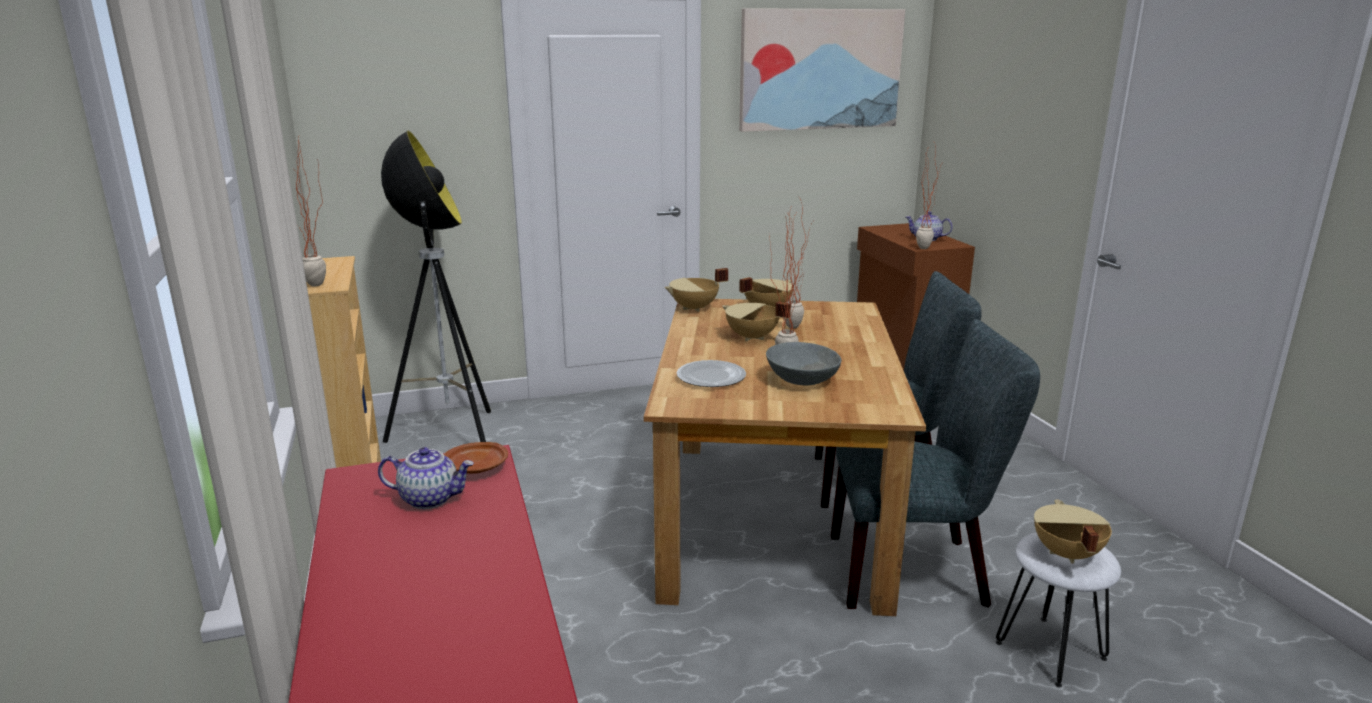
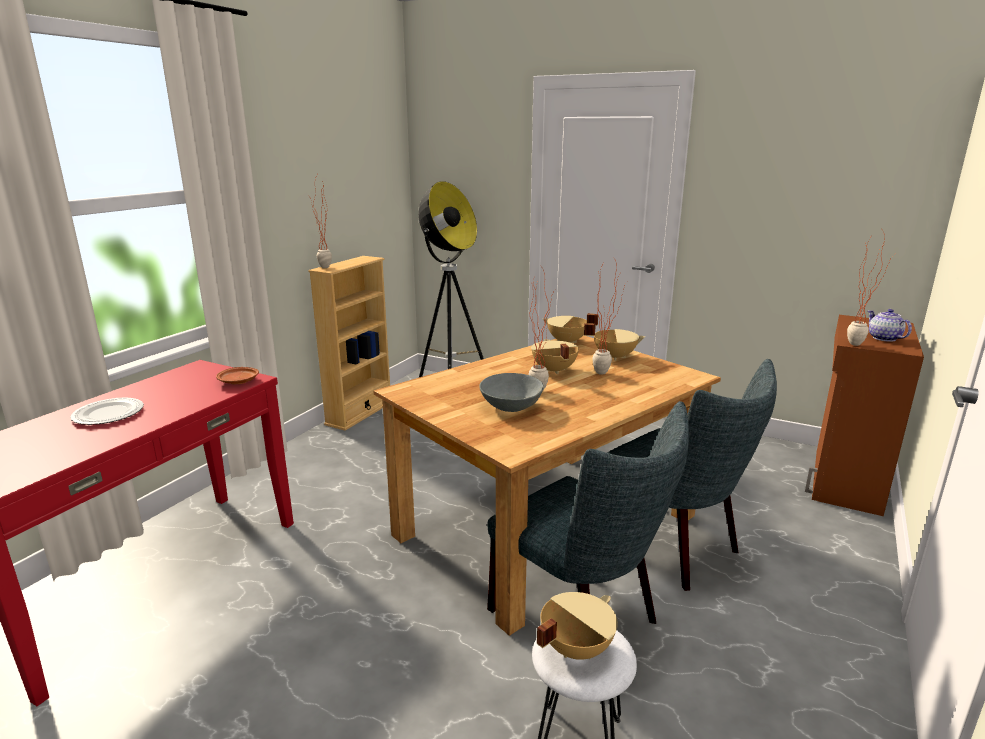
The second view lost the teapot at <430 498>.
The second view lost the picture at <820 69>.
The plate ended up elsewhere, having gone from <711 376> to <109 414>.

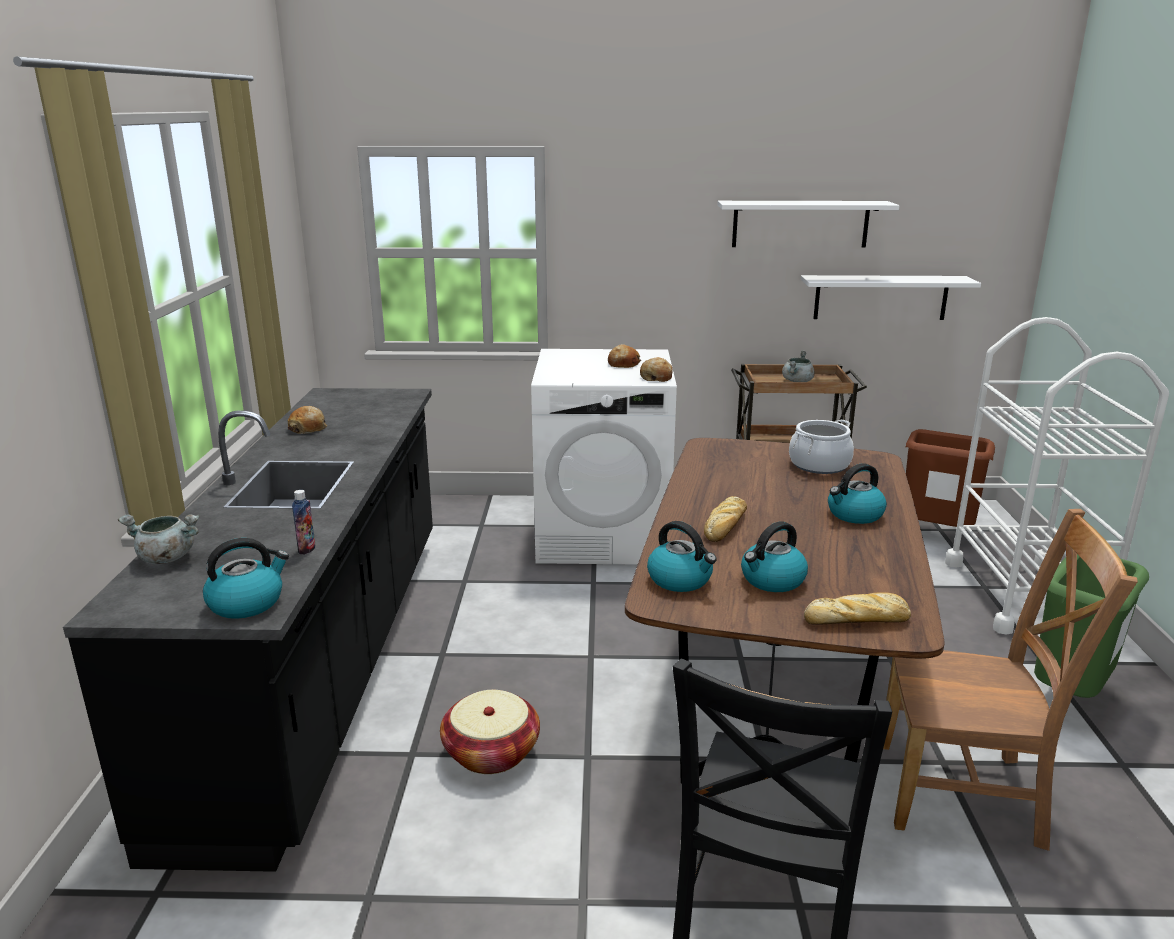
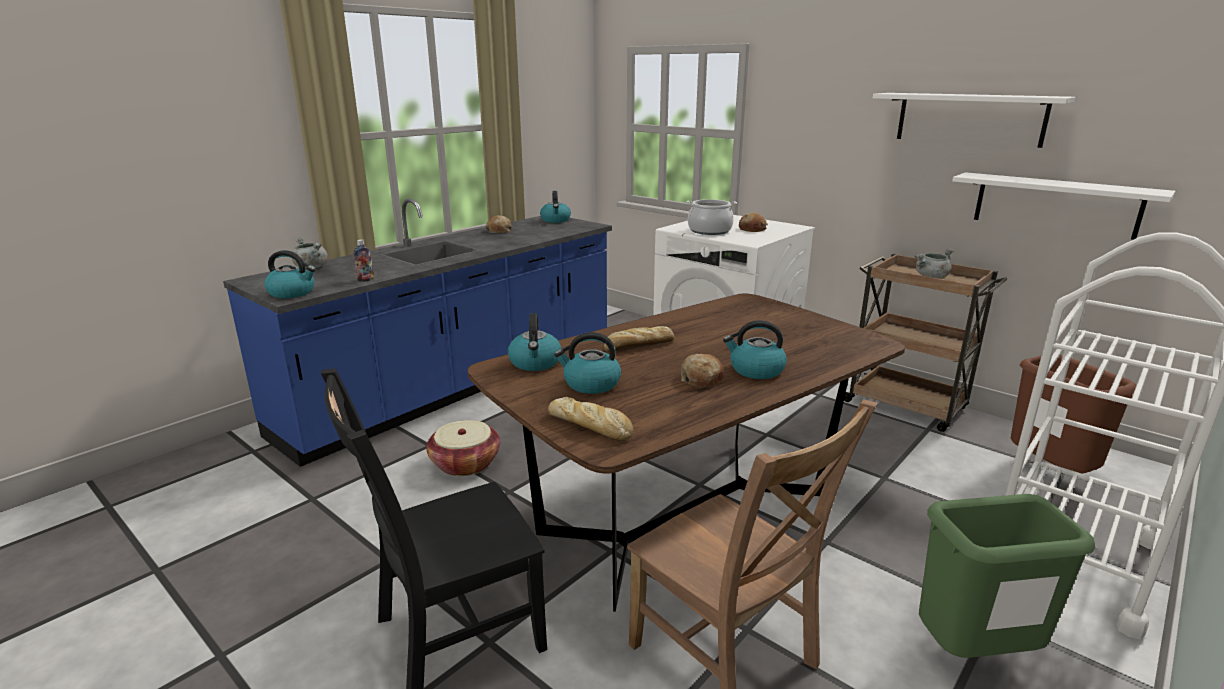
The second view gained the kettle at <556 220>.
The bread ended up elsewhere, having gone from <656 377> to <701 379>.
The cooking pot ended up elsewhere, having gone from <819 465> to <709 231>.
What was the counter (black) at <326 664> turned into the counter (blue) at <459 385>.

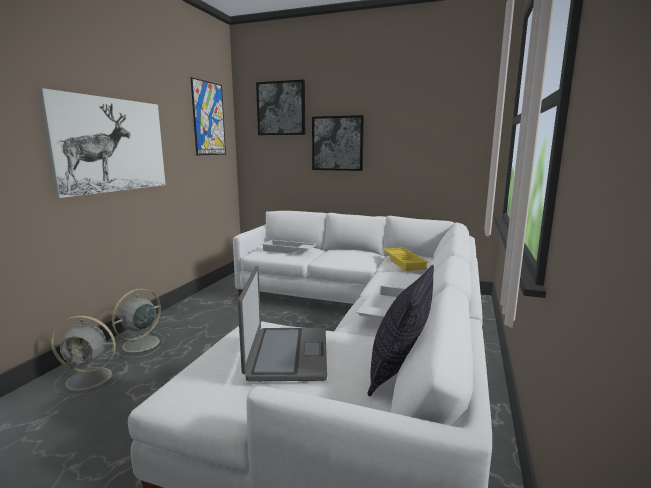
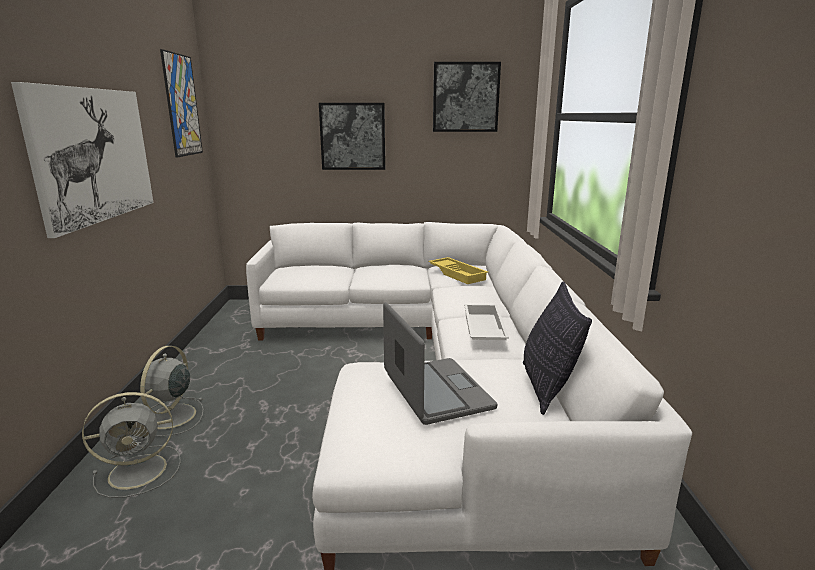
The second view lost the tray (white) at <288 250>.
The picture ended up elsewhere, having gone from <281 108> to <465 97>.

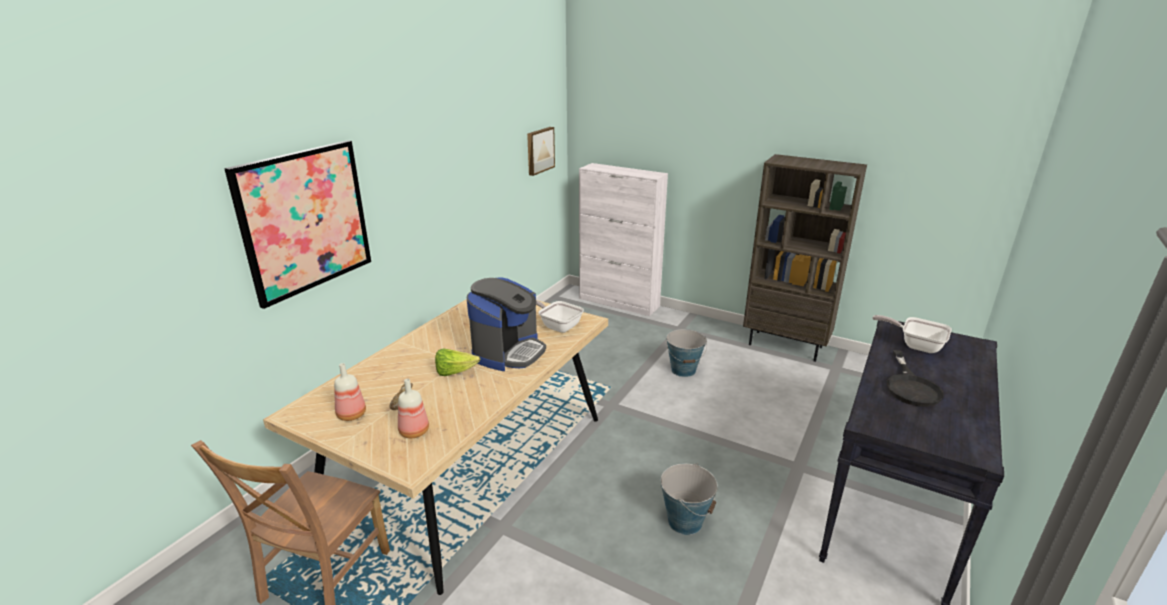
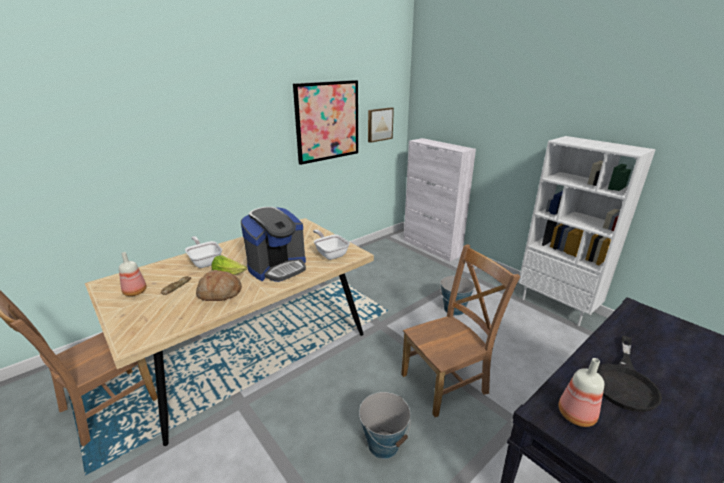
The second view gained the bread at <219 293>.
The second view gained the chair (brown) at <447 382>.
The picture ended up elsewhere, having gone from <305 220> to <327 121>.
The bottle ended up elsewhere, having gone from <413 432> to <575 415>.
The frying pan ended up elsewhere, having gone from <916 345> to <205 261>.
What was the bookcase (brown) at <786 345> turned into the bookcase (white) at <556 306>.

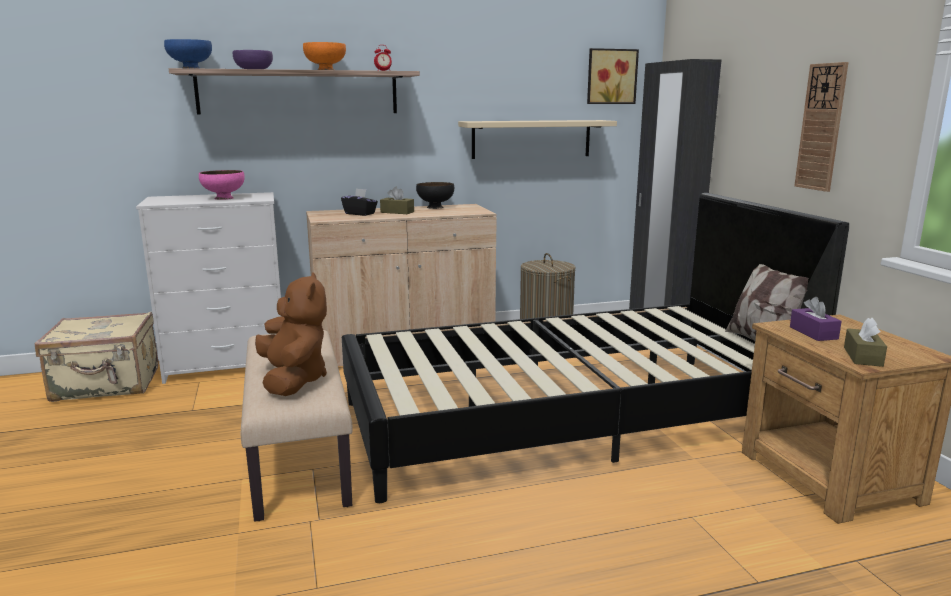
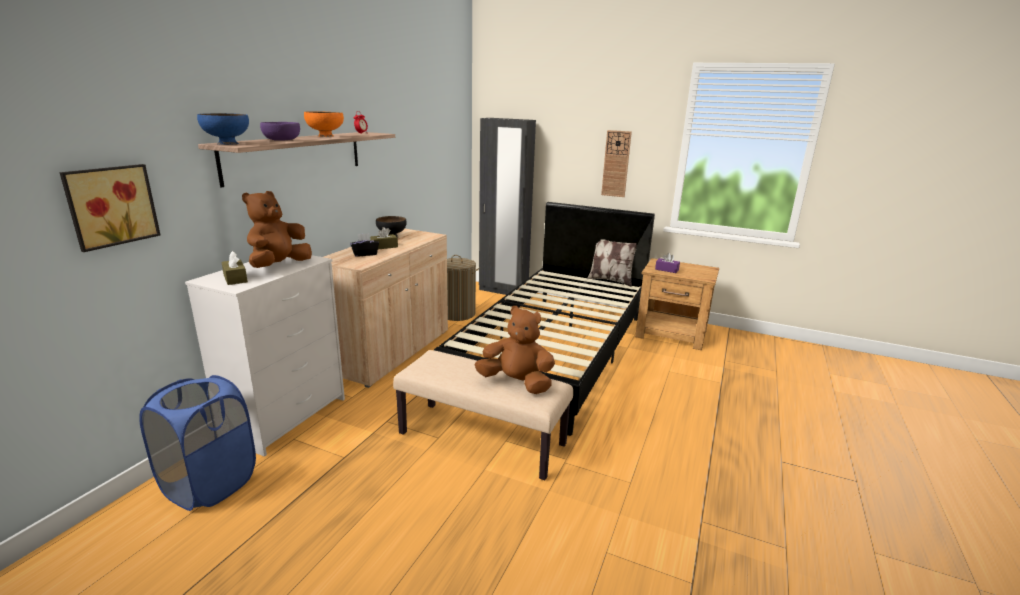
The second view lost the shelf (beige) at <531 139>.
The picture ended up elsewhere, having gone from <611 76> to <110 205>.
The tissue box (brown) ended up elsewhere, having gone from <863 356> to <235 278>.
Where the suitcase (beige) stood at <107 385>, the laundry basket (blue) came to stand at <210 484>.
Where the bowl (pink) stood at <224 198>, the plush toy (brown) came to stand at <279 266>.

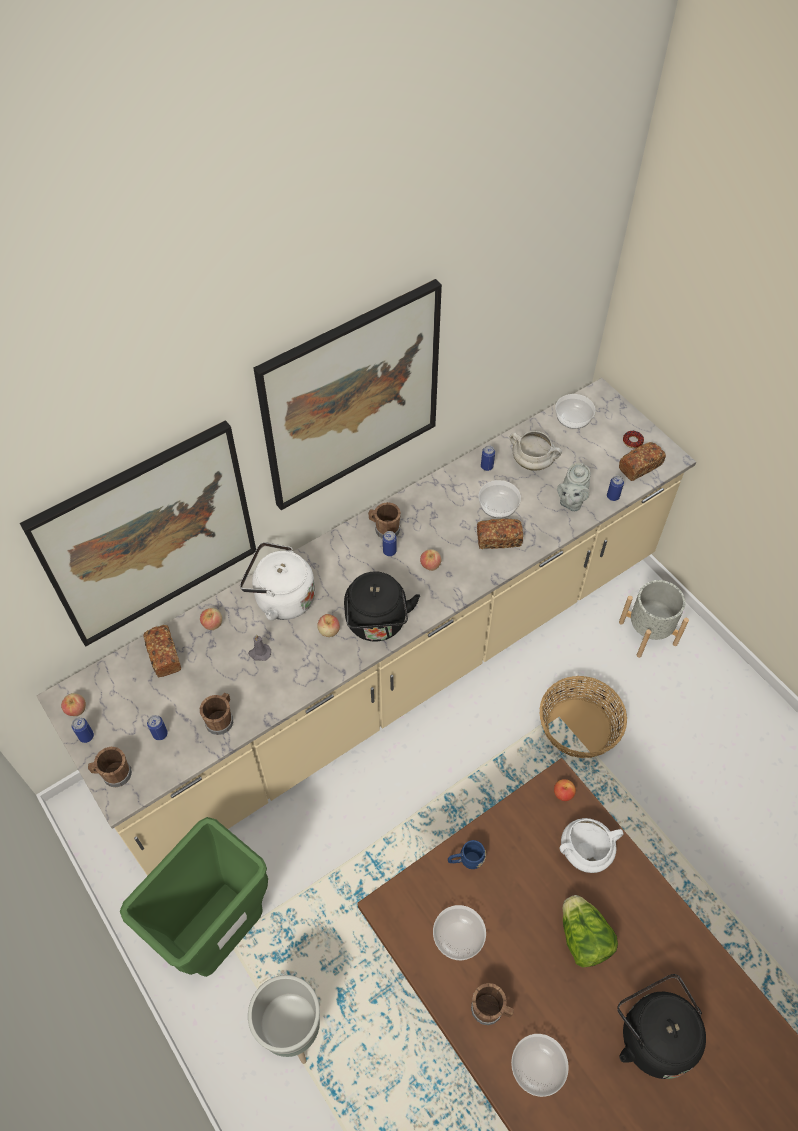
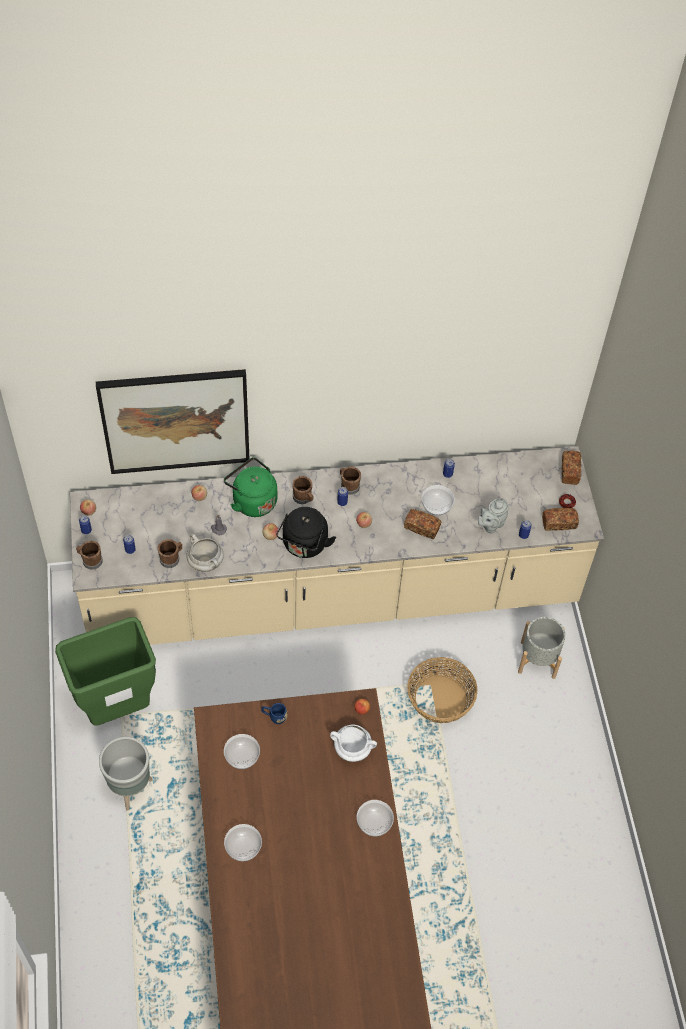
The second view lost the picture at <351 397>.
The second view lost the lettuce at <583 938>.
The second view lost the kettle (black) at <652 1034>.
The bread ended up elsewhere, having gone from <164 656> to <569 471>.
The mug (brown) ended up elsewhere, having gone from <490 1009> to <303 498>.
The cooking pot (white) ended up elsewhere, having gone from <533 462> to <206 562>.
The bowl ended up elsewhere, having gone from <573 419> to <375 823>.
What was the kettle (white) at <281 598> turned into the kettle (green) at <252 500>.

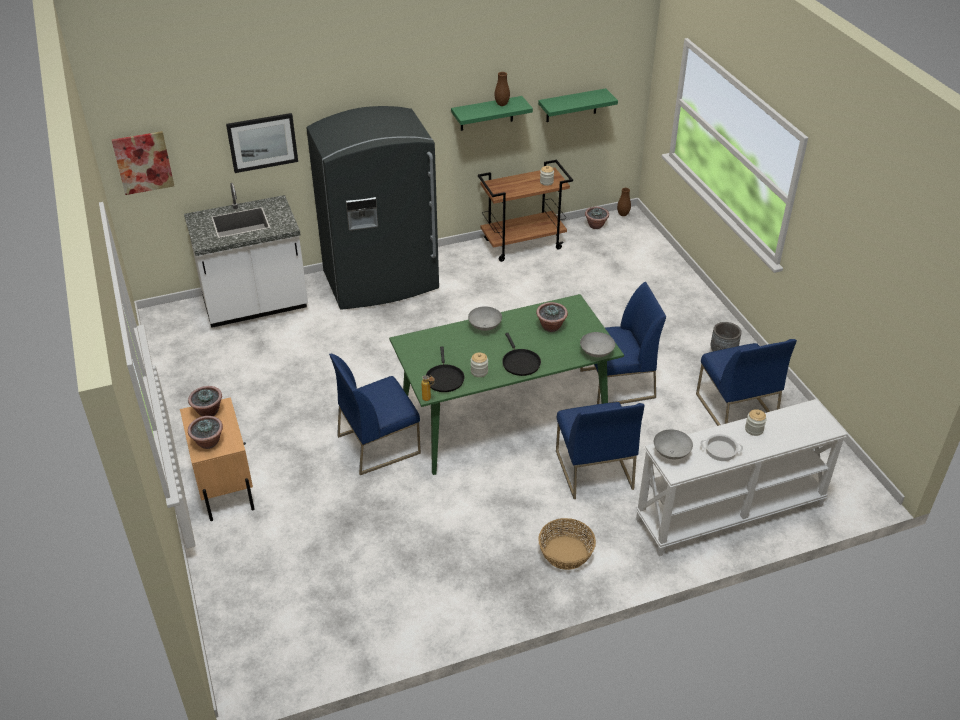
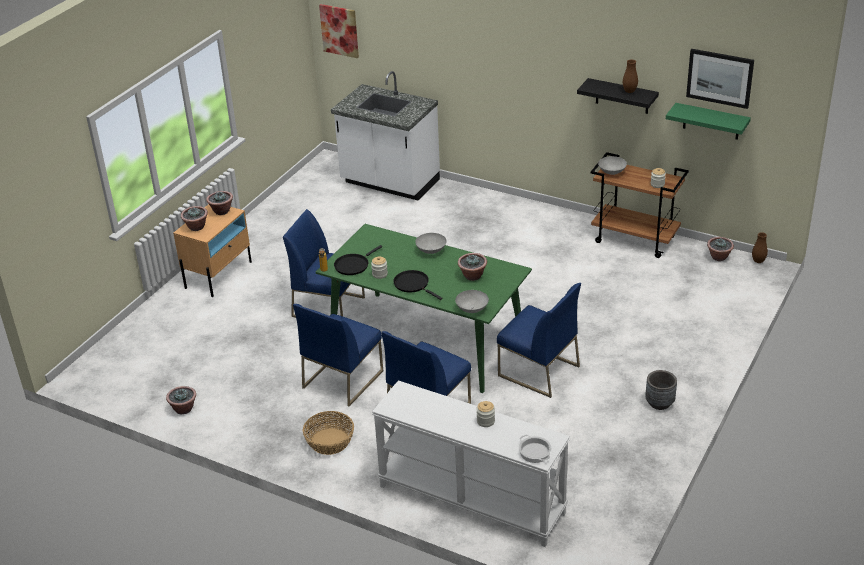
The second view lost the fridge (grey) at <381 282>.
The second view gained the potted plant at <183 409>.
The picture ended up elsewhere, having gone from <262 142> to <720 78>.
The bowl (grey) ended up elsewhere, having gone from <671 452> to <612 172>.
The chair (blue) ended up elsewhere, having gone from <735 408> to <342 379>.
The cooking pot ended up elsewhere, having gone from <721 450> to <535 452>.
What was the shelf (green) at <486 113> turned into the shelf (black) at <622 96>.
The frying pan (black) at <520 362> ended up facing another way, 105 degrees clockwise from before.

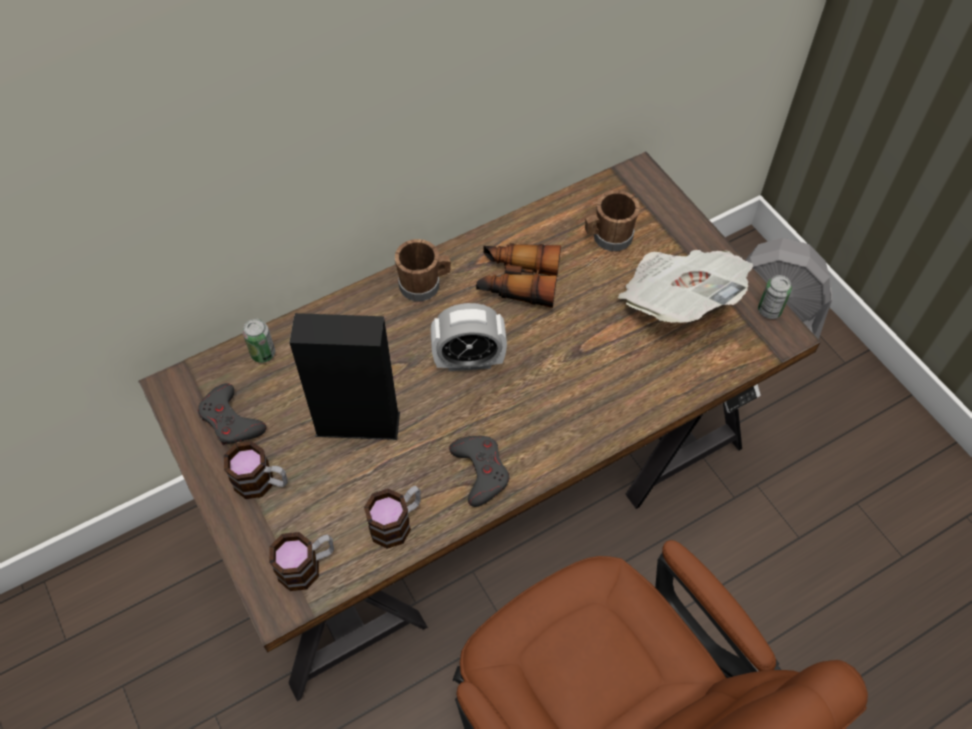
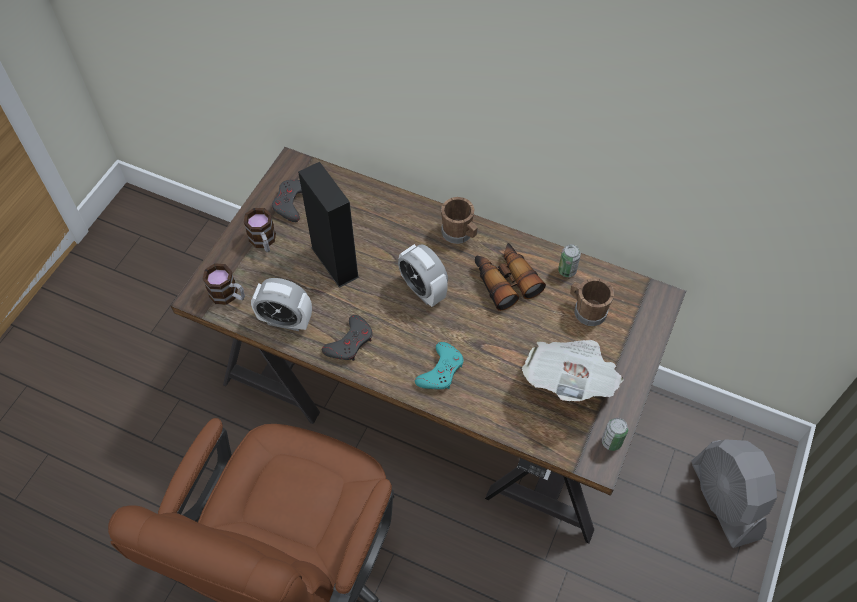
The second view gained the game controller (turquoise) at <441 370>.
The can ended up elsewhere, having gone from <263 353> to <567 270>.
Where the mug stood at <397 522>, the alarm clock came to stand at <285 321>.

